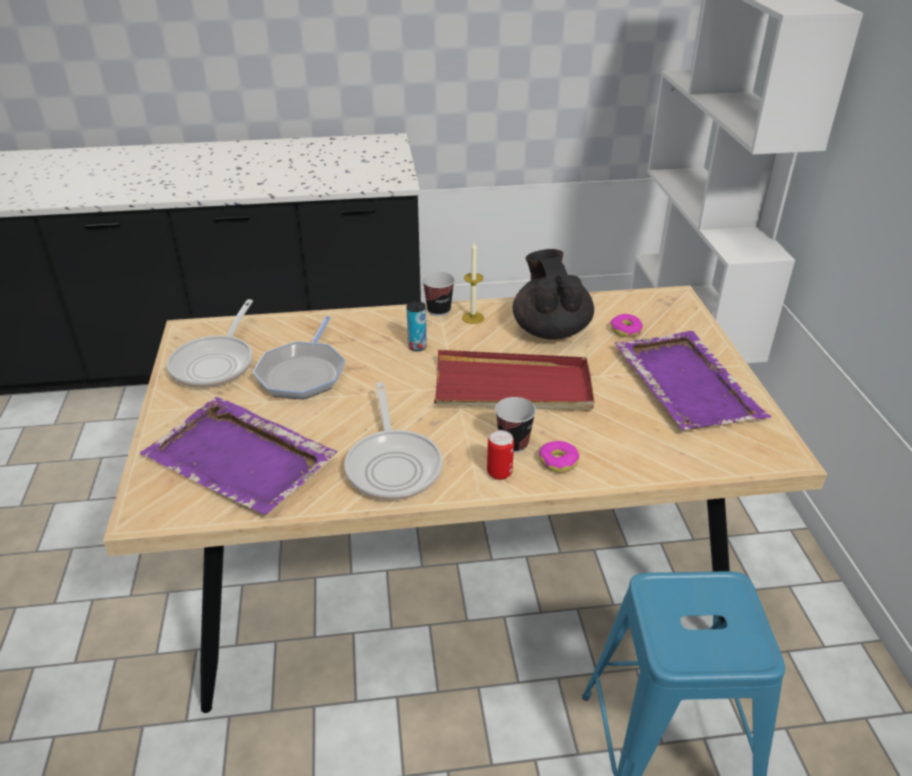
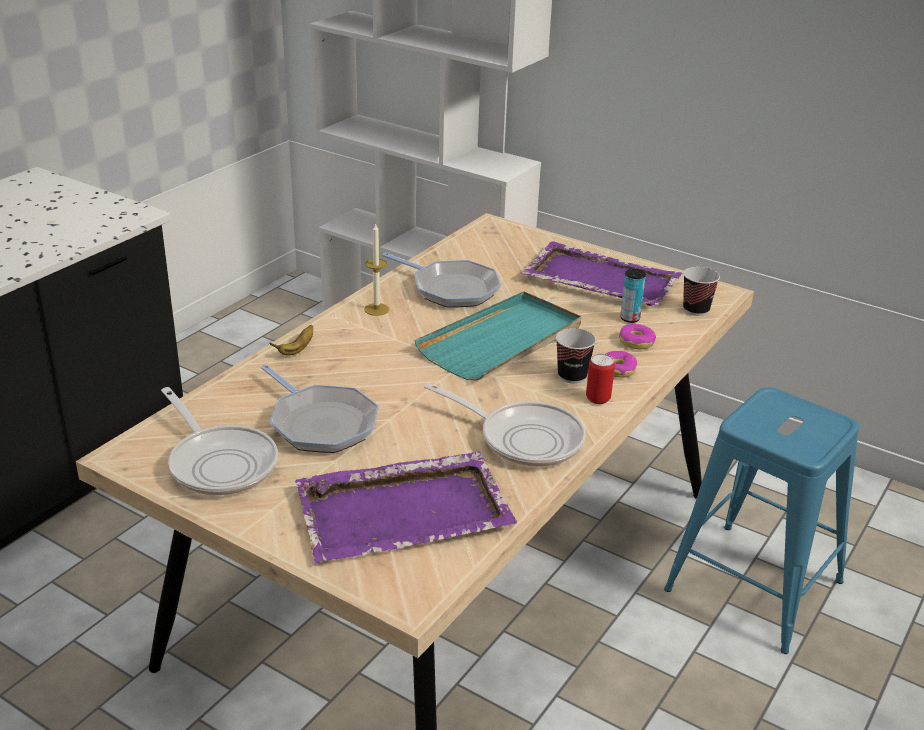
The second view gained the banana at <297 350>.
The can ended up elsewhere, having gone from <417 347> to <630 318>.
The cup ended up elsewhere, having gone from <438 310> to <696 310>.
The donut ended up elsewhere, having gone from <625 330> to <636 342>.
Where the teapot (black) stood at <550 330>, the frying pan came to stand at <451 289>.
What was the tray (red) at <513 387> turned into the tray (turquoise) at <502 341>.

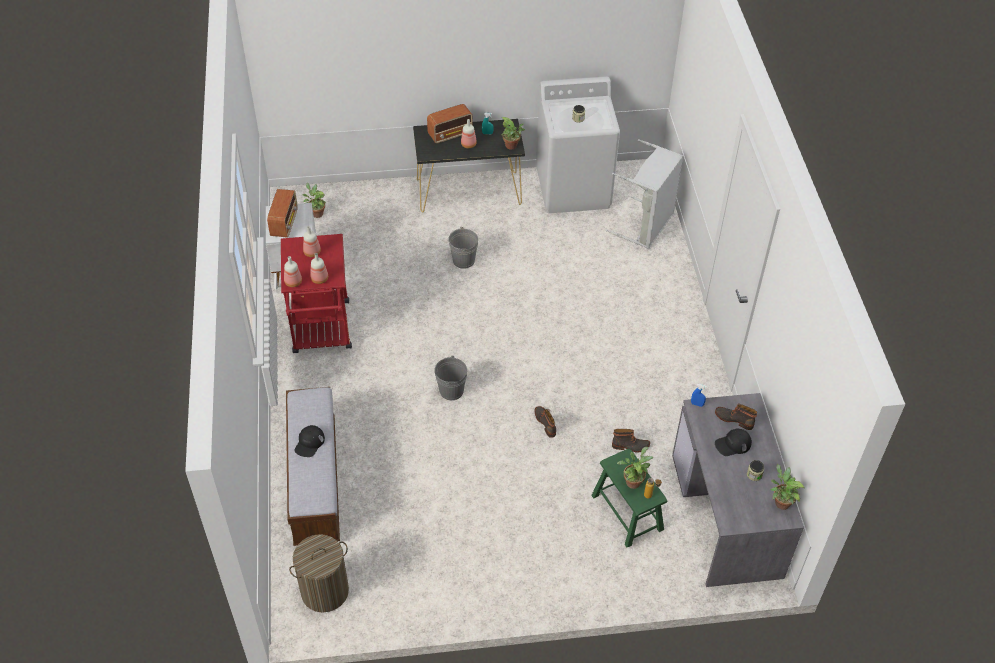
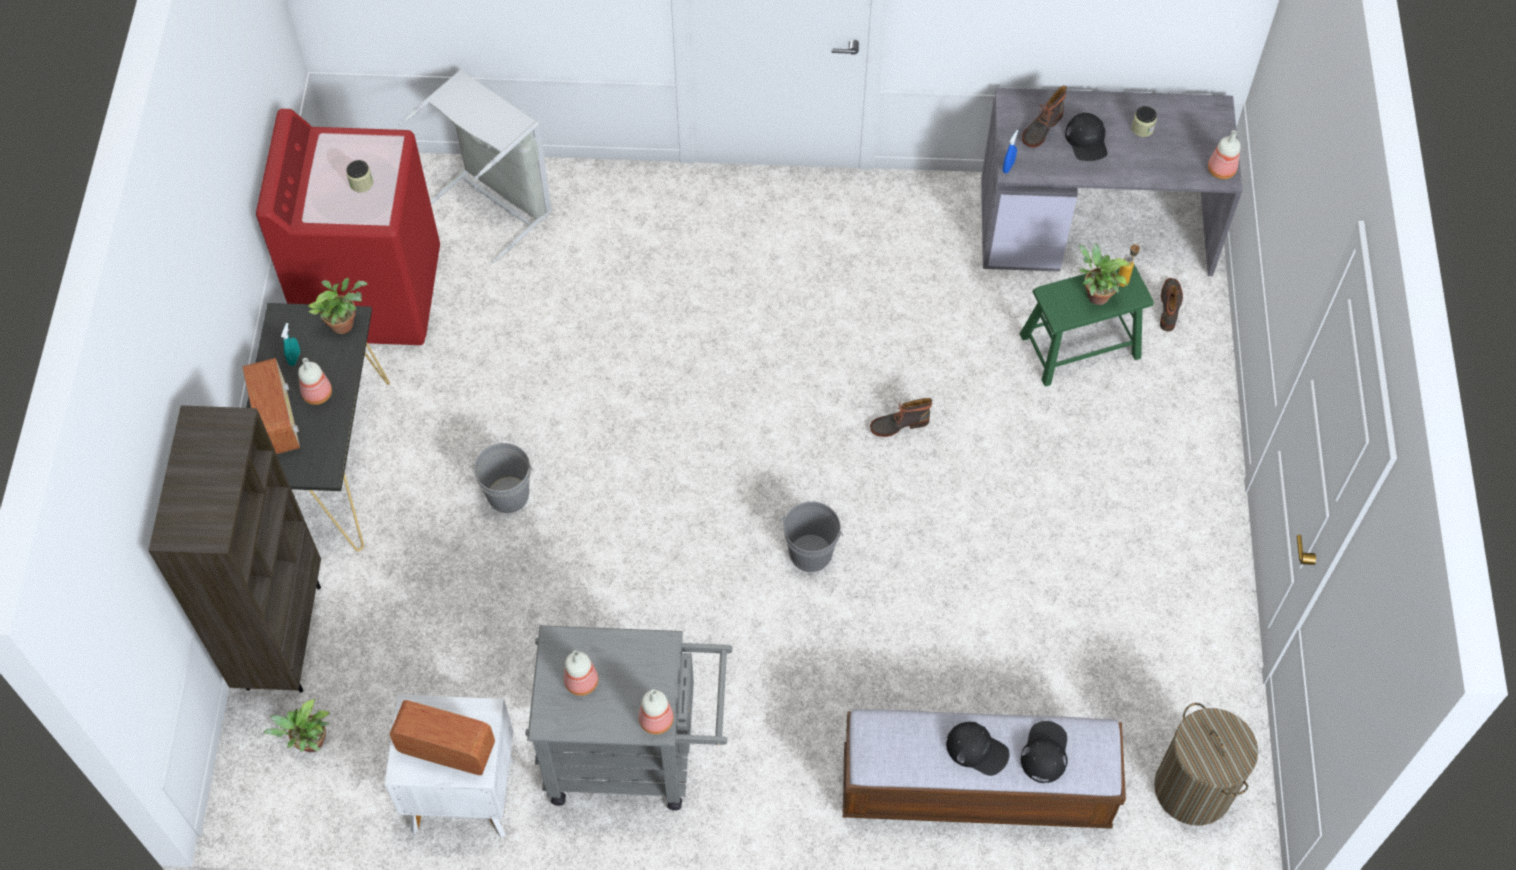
The second view lost the potted plant at <780 502>.
The second view gained the bookcase (brown) at <282 636>.
The second view gained the cap (black) at <1044 752>.
The bottle ended up elsewhere, having gone from <319 278> to <1220 170>.
The boot ended up elsewhere, having gone from <630 446> to <1170 307>.
What was the cart (red) at <322 332> turned into the cart (grey) at <635 755>.
What was the washing machine (white) at <574 188> turned into the washing machine (red) at <372 292>.

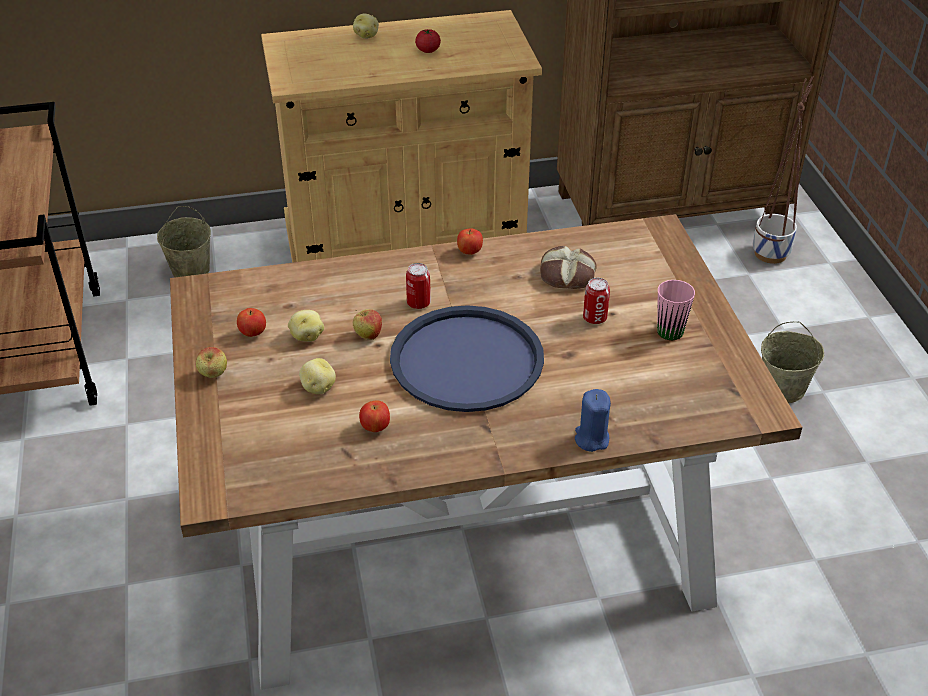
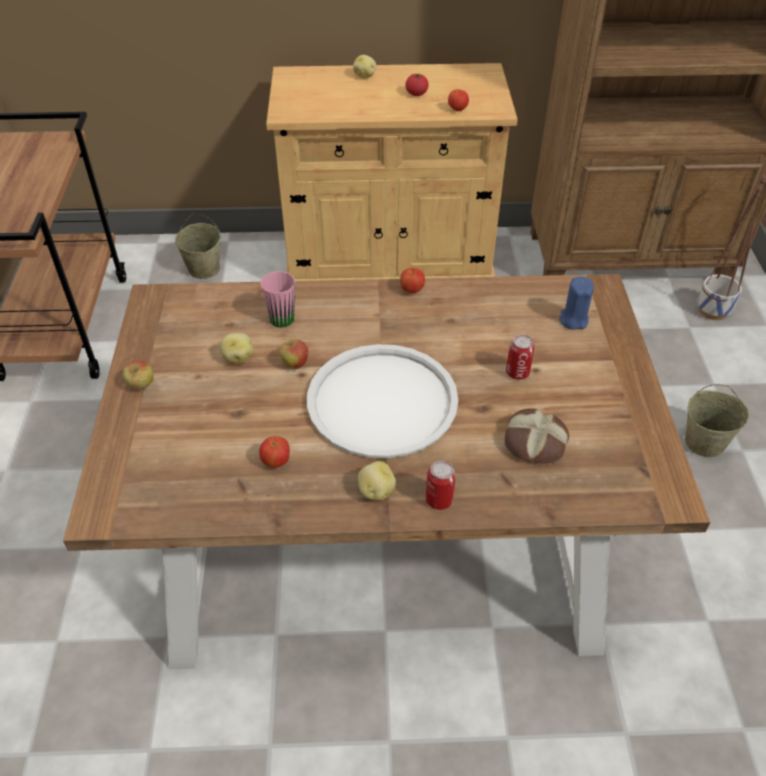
The apple ended up elsewhere, having gone from <253 333> to <457 109>.
The potato ended up elsewhere, having gone from <318 388> to <376 491>.
The can ended up elsewhere, having gone from <418 303> to <439 500>.
The bread ended up elsewhere, having gone from <566 275> to <534 443>.
The candle (blue) ended up elsewhere, having gone from <591 438> to <573 320>.
The mug (pink) ended up elsewhere, having gone from <668 327> to <283 314>.
What was the tray (blue) at <466 360> turned into the tray (white) at <382 401>.

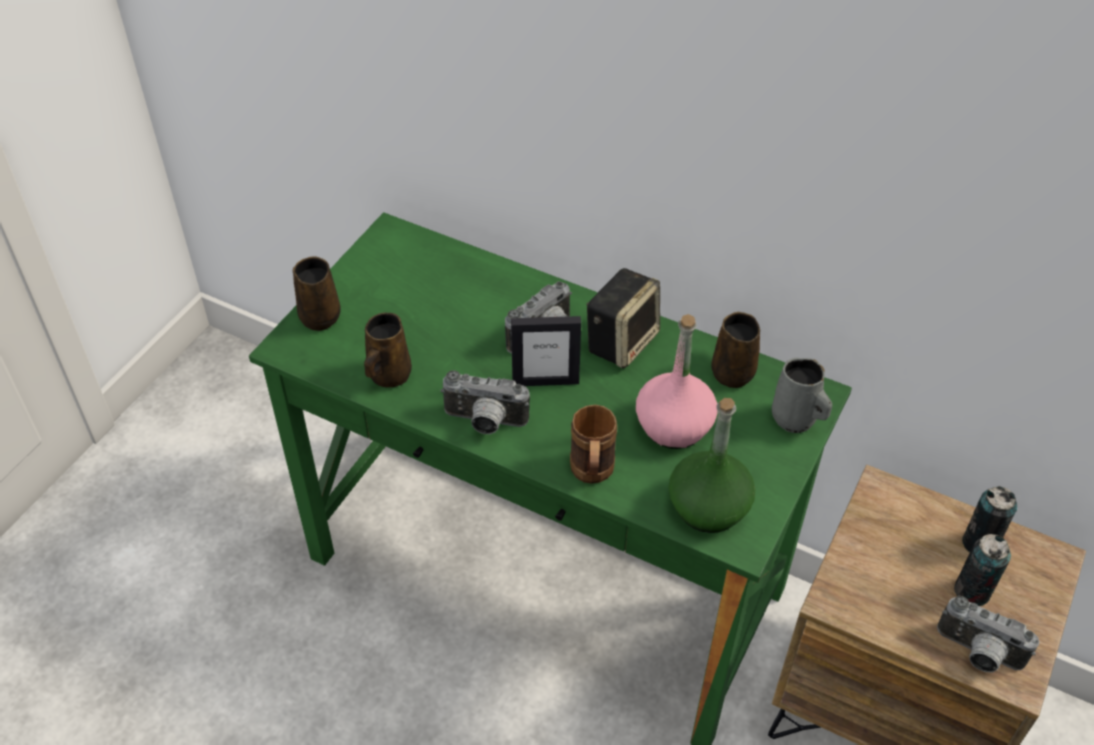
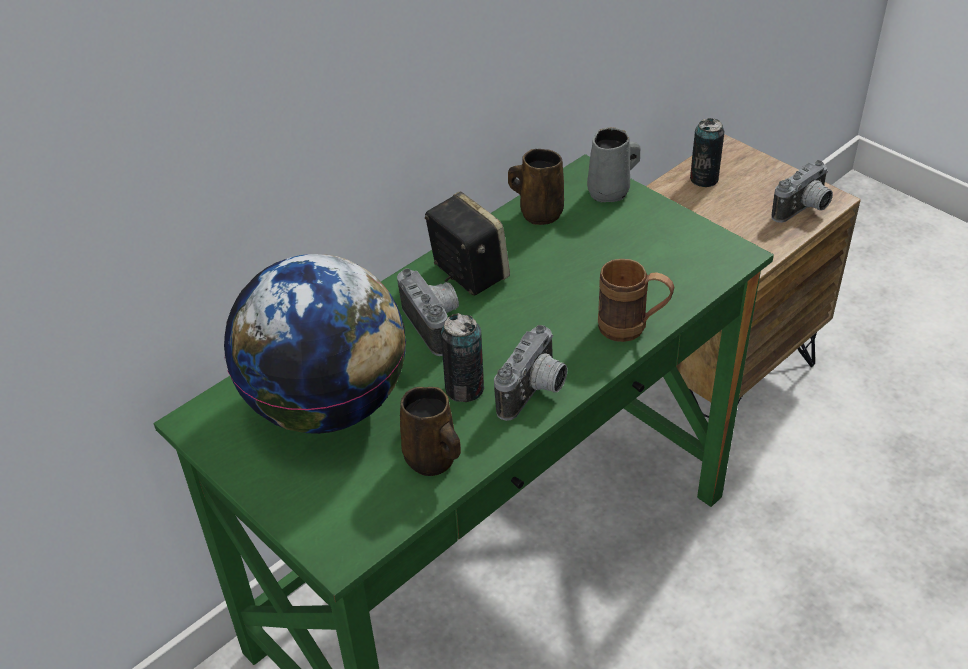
The second view lost the mug (brown) at <321 315>.
The second view lost the picture frame at <545 381>.
The second view lost the bottle (pink) at <674 426>.
The second view lost the bottle (green) at <708 507>.
The second view gained the globe at <327 405>.
The can ended up elsewhere, having gone from <972 591> to <464 389>.

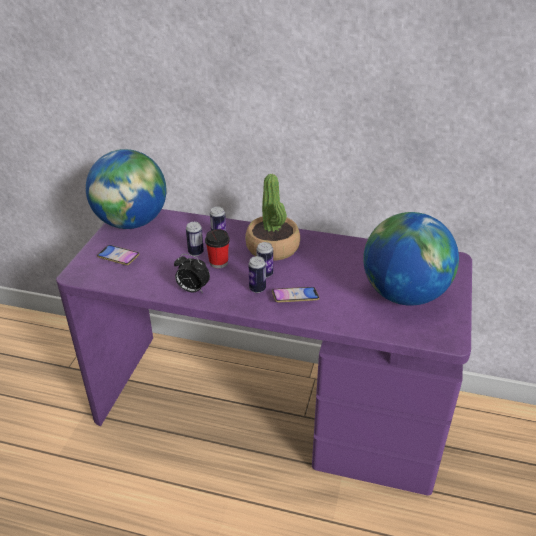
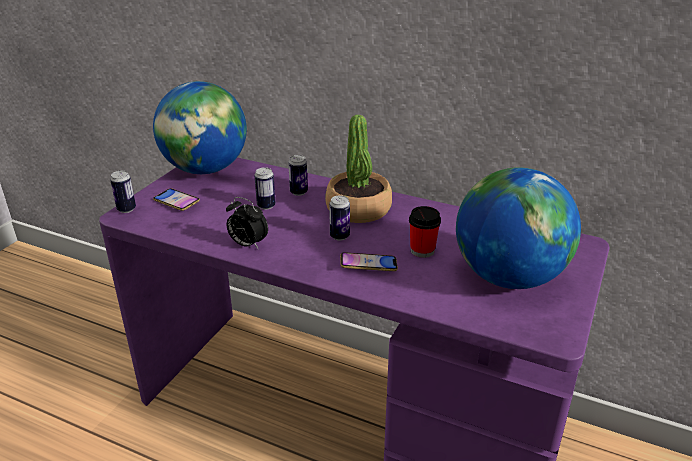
The cup ended up elsewhere, having gone from <218 262> to <422 250>.
The can ended up elsewhere, having gone from <257 289> to <126 209>.

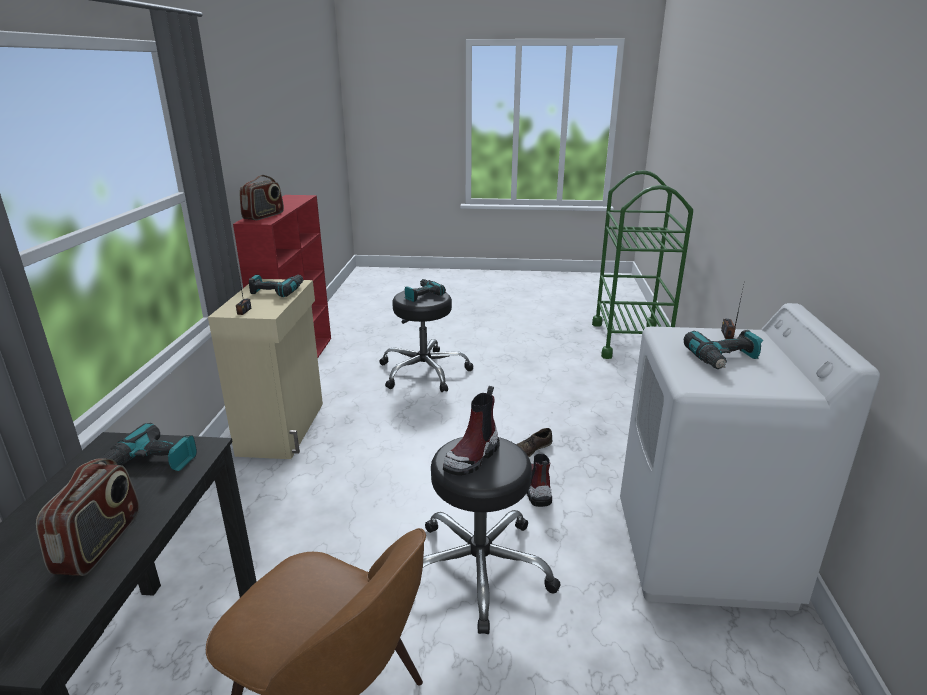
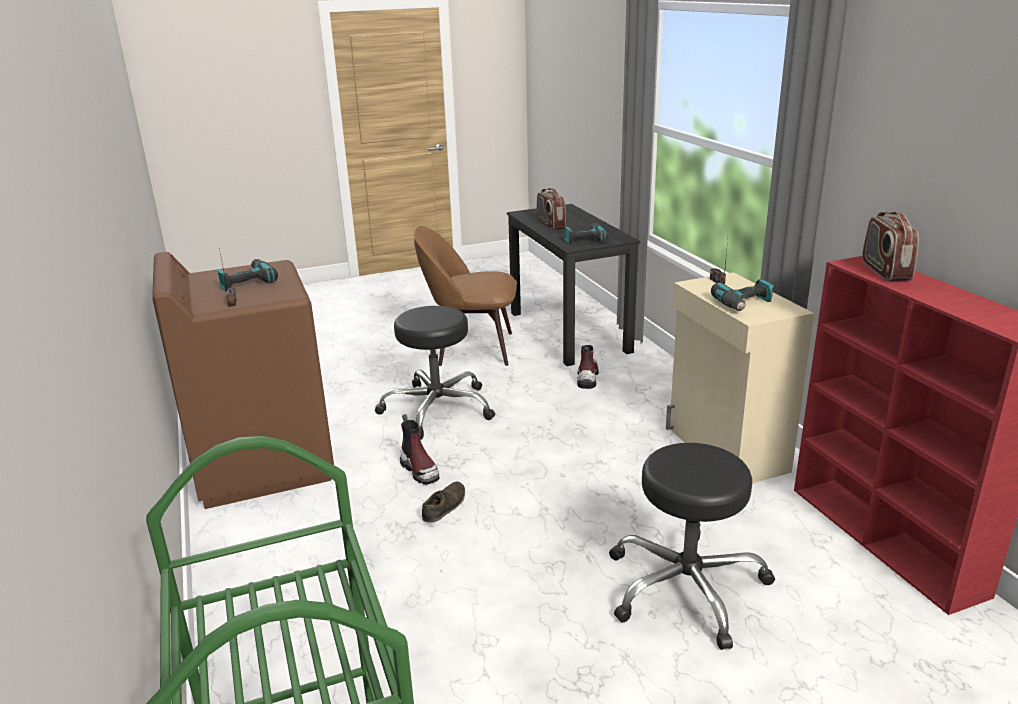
The second view lost the power drill at <421 295>.
The boot ended up elsewhere, having gone from <472 457> to <587 377>.
What was the washing machine (white) at <702 552> turned into the washing machine (brown) at <262 462>.

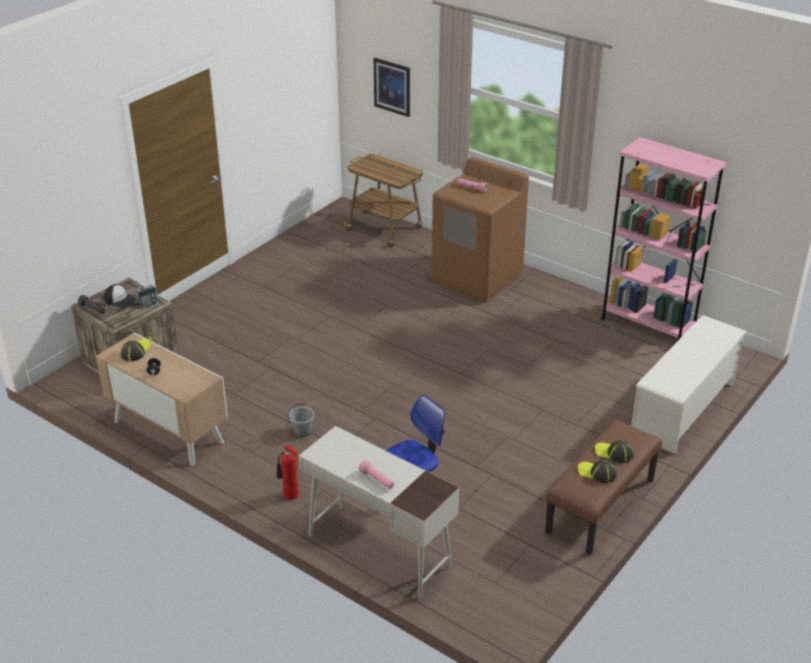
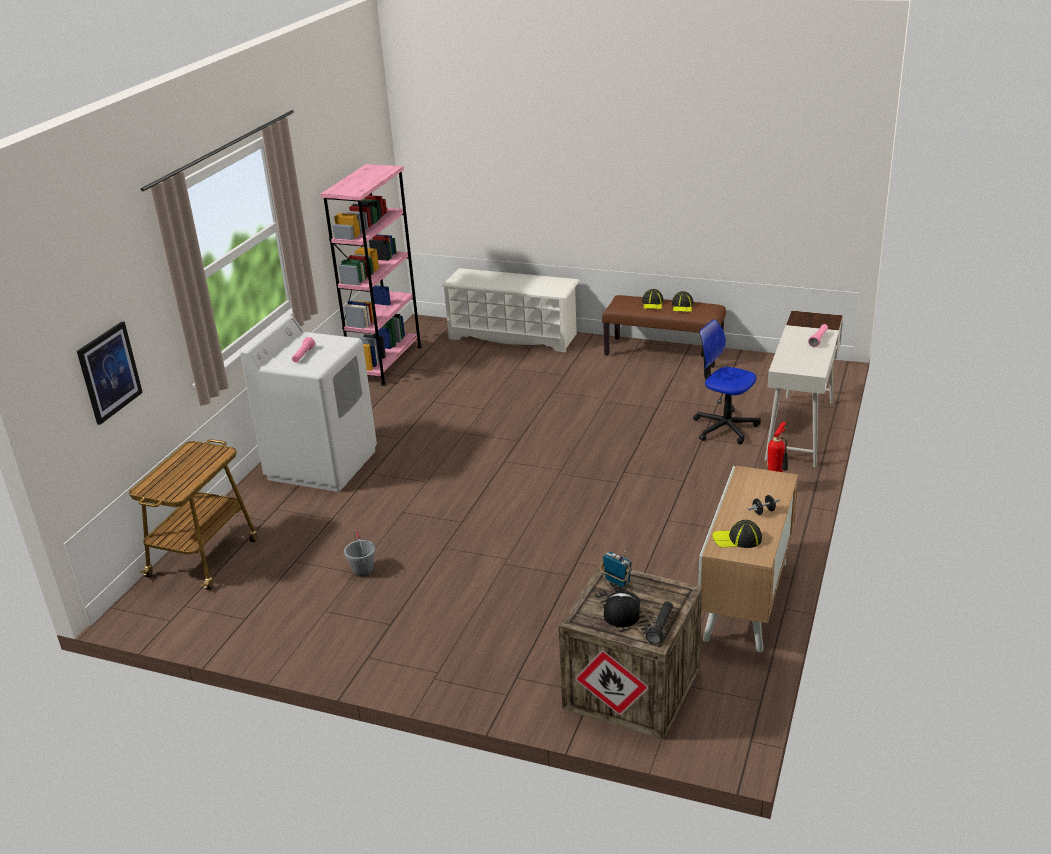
The bucket (grey) ended up elsewhere, having gone from <303 431> to <362 570>.
What was the washing machine (brown) at <477 278> turned into the washing machine (white) at <322 464>.

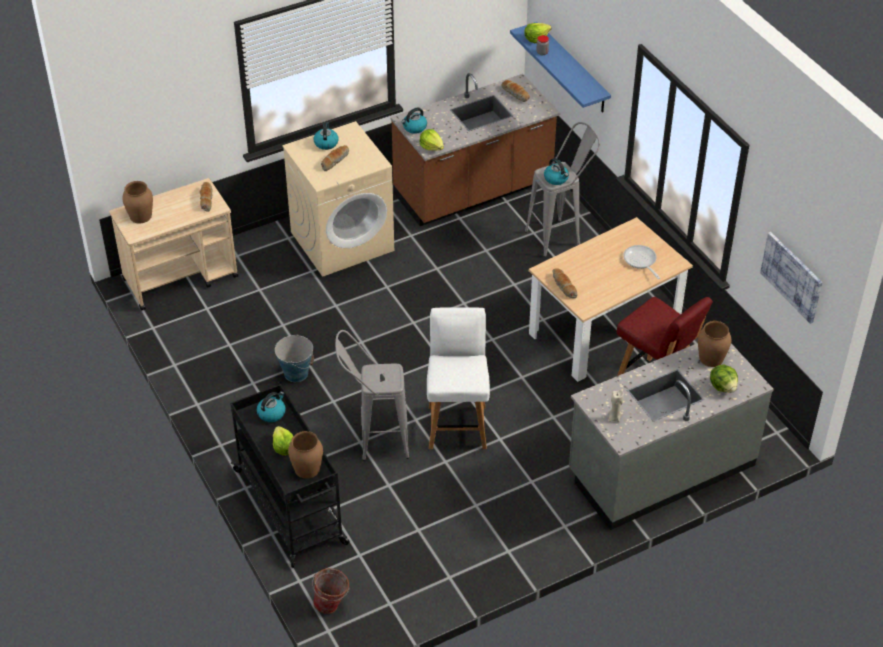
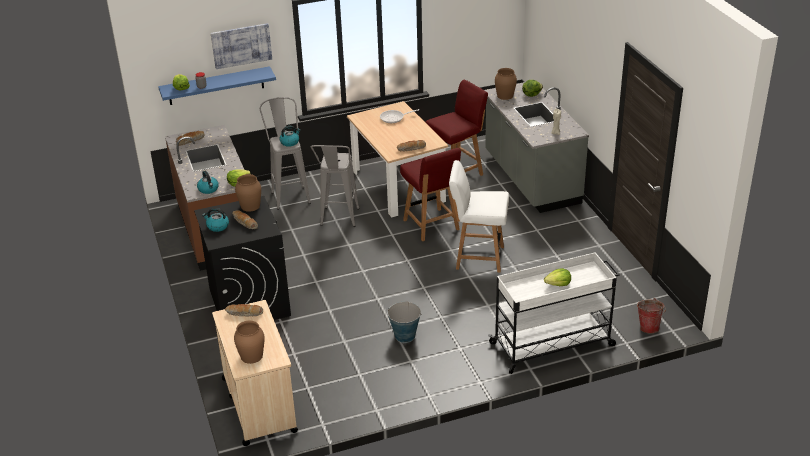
The second view lost the kettle at <272 413>.
The second view gained the chair (red) at <431 225>.
The vase (brown) ended up elsewhere, having gone from <307 469> to <250 206>.
The stool (grey) ended up elsewhere, having gone from <374 441> to <338 221>.
The picture ended up elsewhere, having gone from <792 276> to <241 45>.
What was the cart (black) at <291 508> turned into the cart (white) at <553 344>.
What was the washing machine (beige) at <342 241> turned into the washing machine (black) at <249 302>.

